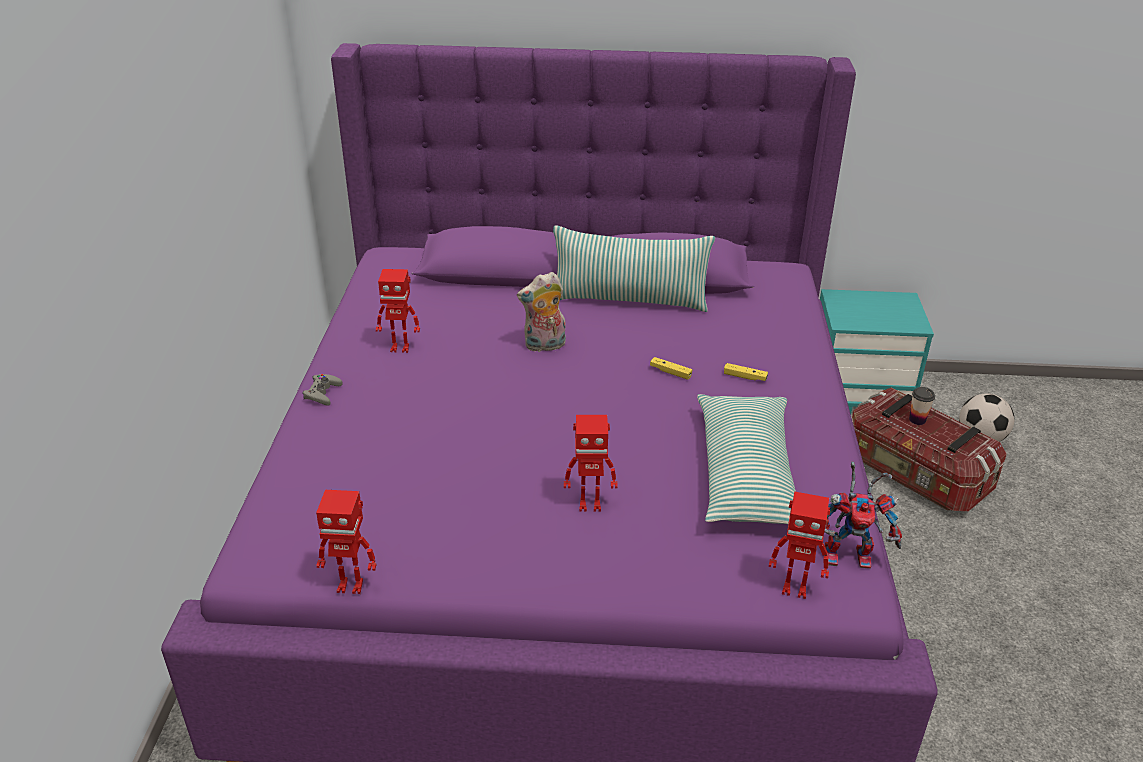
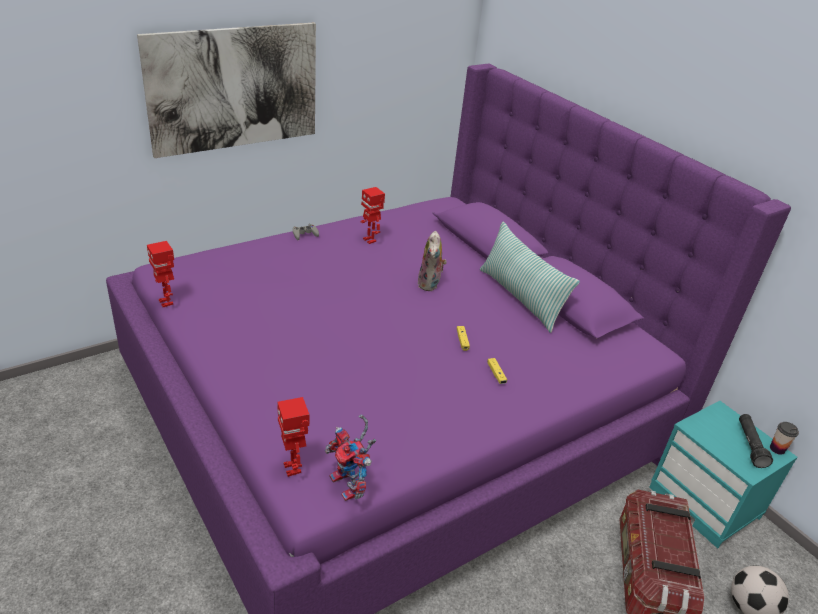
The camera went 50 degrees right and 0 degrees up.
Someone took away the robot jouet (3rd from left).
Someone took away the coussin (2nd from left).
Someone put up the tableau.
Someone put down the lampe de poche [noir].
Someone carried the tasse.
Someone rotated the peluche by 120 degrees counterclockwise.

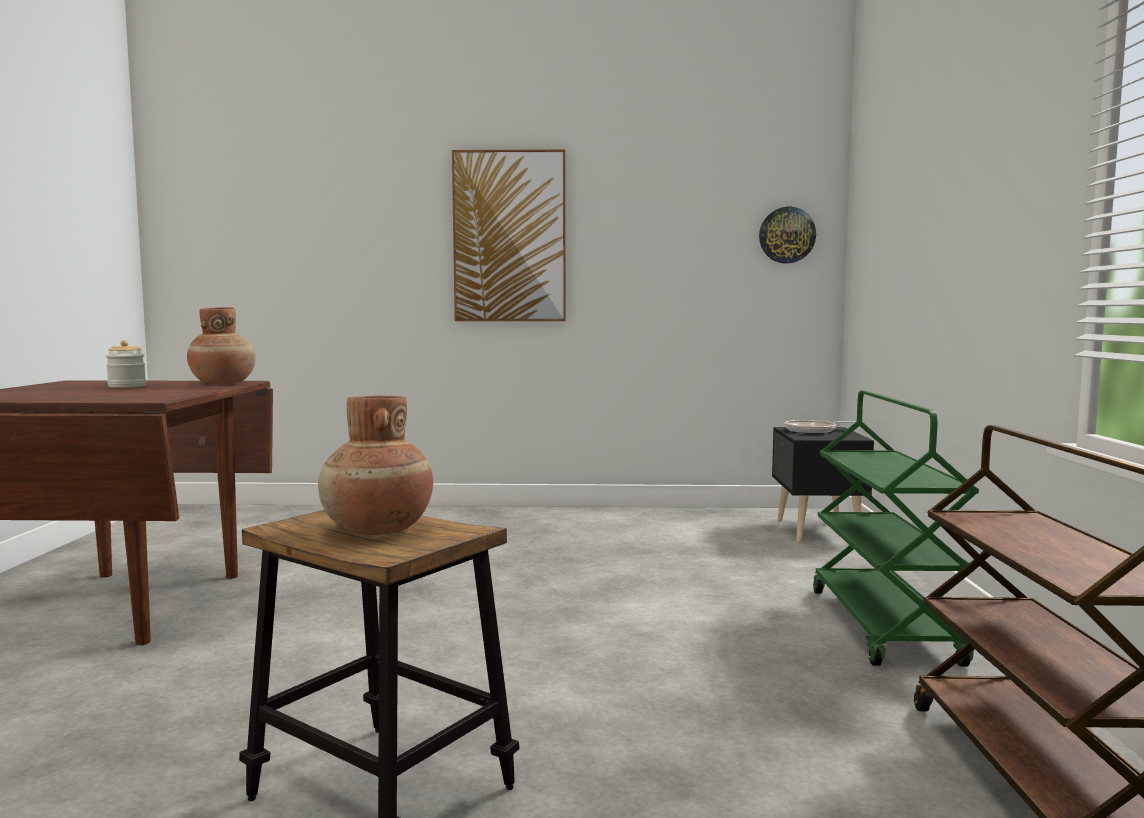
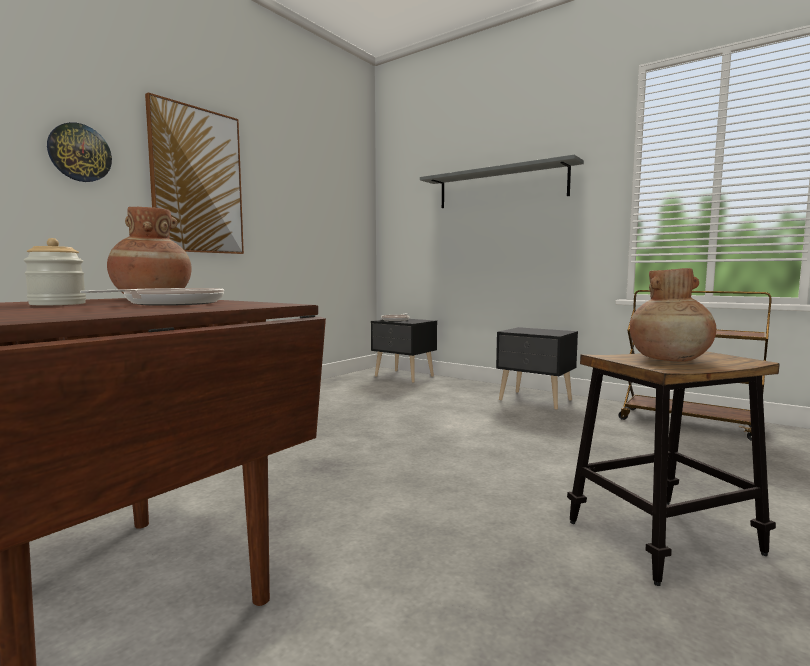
The camera went 55 degrees left and 0 degrees up.
Someone put down the poêle (1st from left).
Someone put up the étagère [gris].
Someone carried the horloge murale.
Someone swapped the chariot [vert] for the table de chevet [noir] (2nd from left).

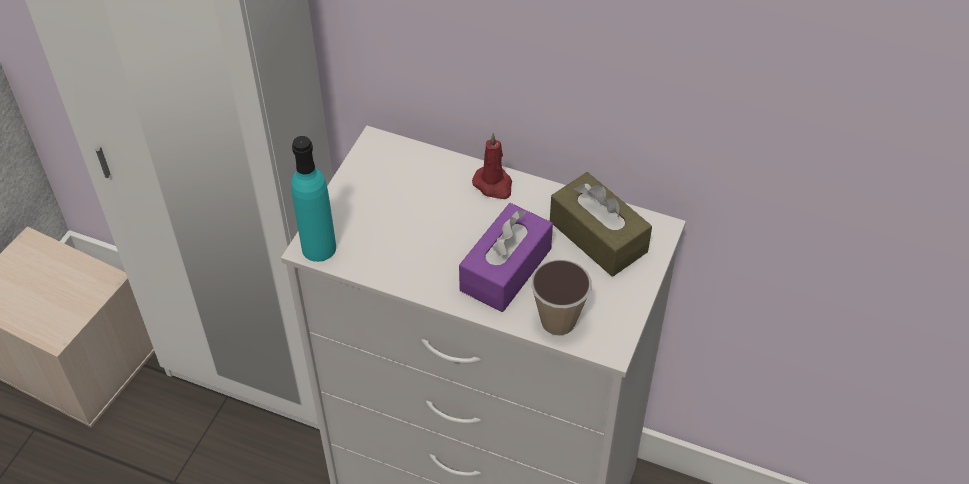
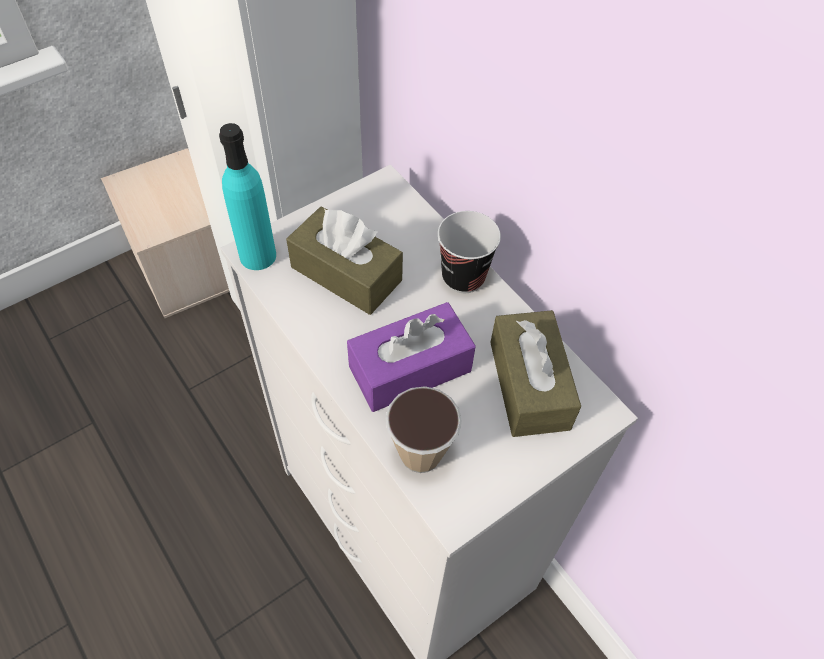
The camera went 30 degrees right and 5 degrees up.
Someone put down the boîte à mouchoirs [marron] (1st from left).
Someone swapped the bougie [rouge] for the tasse (2nd from left).

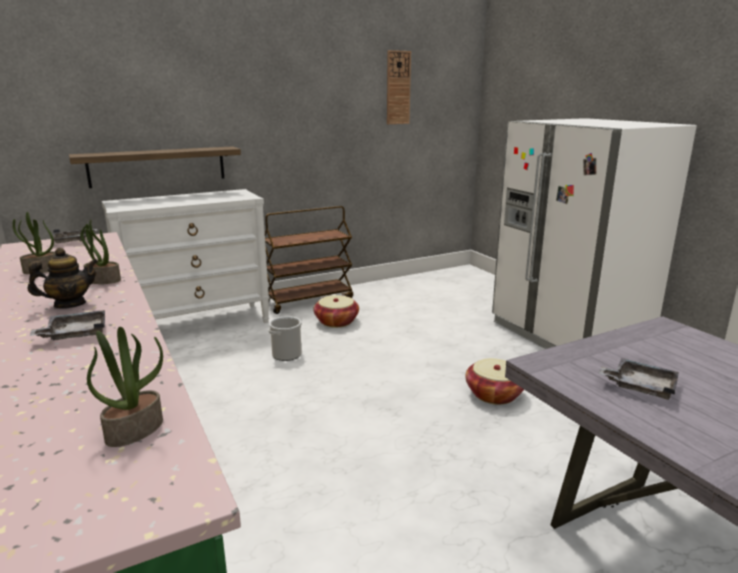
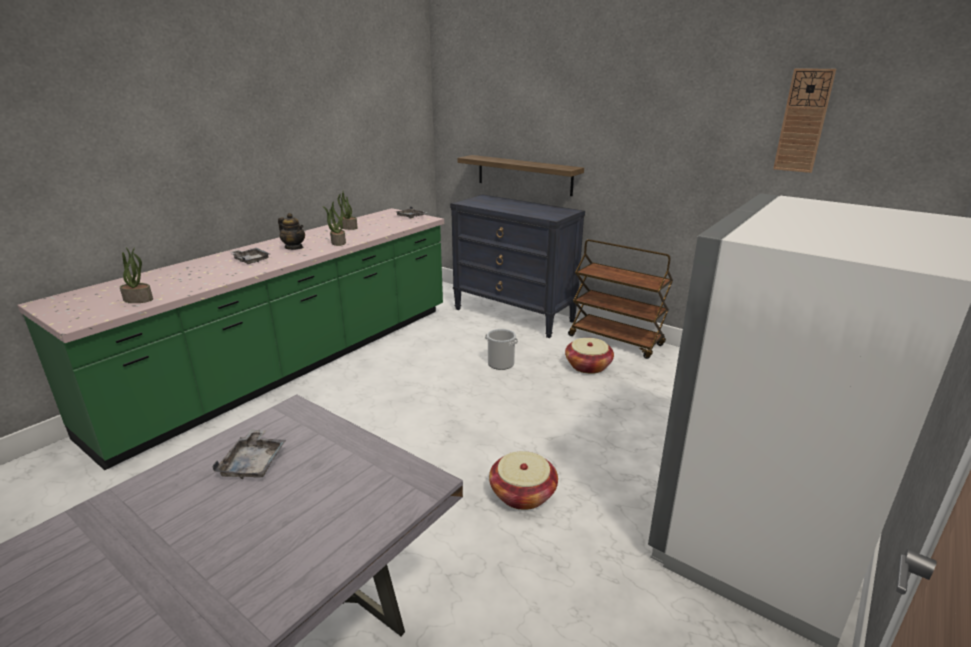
The camera went 65 degrees right and 5 degrees up.
Someone repainted the commode [blanc], which became the commode [noir].

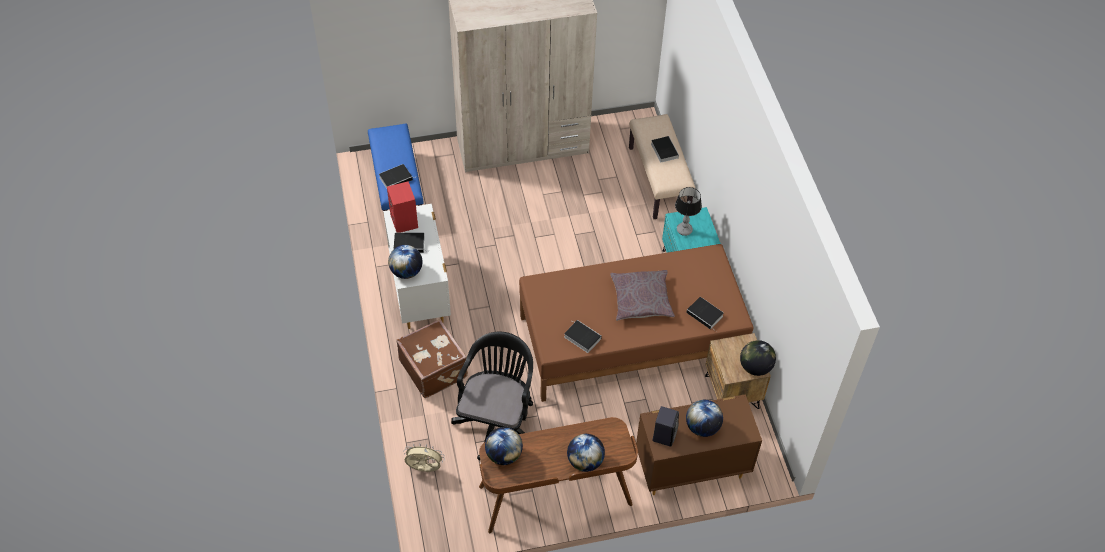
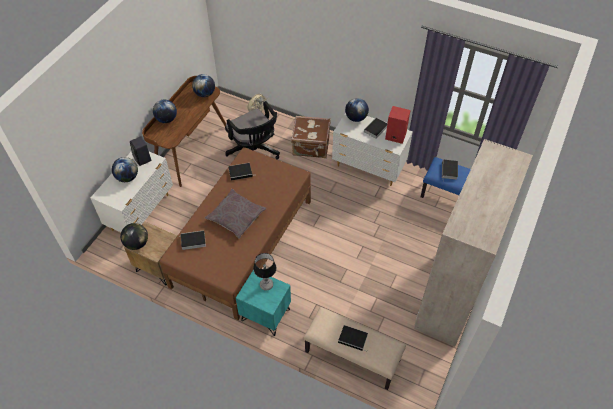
The camera went 130 degrees right and 0 degrees up.
Someone repainted the commode [marron], which became the commode [blanc] (1st from left).

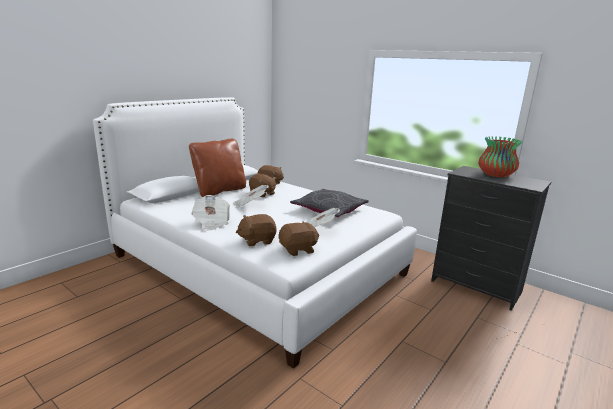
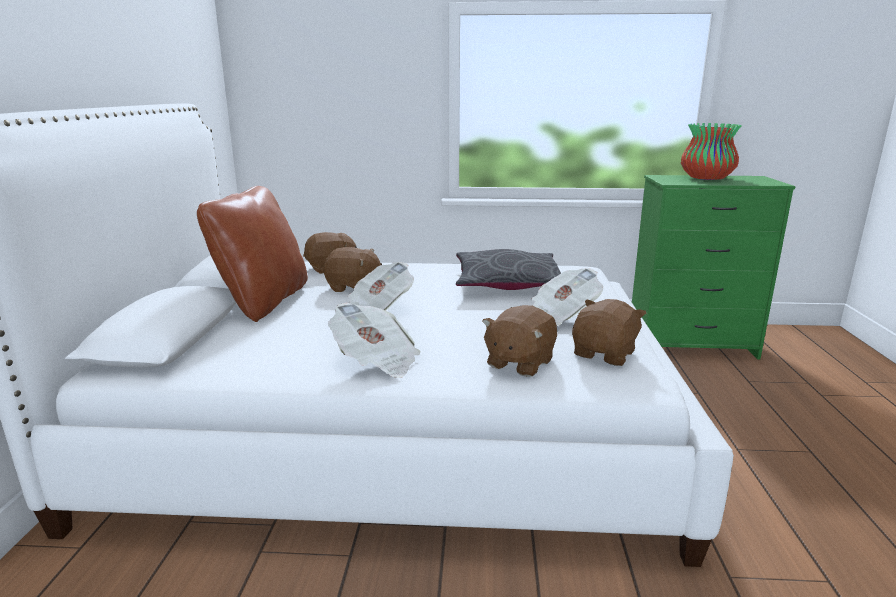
The camera went 35 degrees left and 0 degrees up.
Someone repainted the commode [noir], which became the commode [vert].

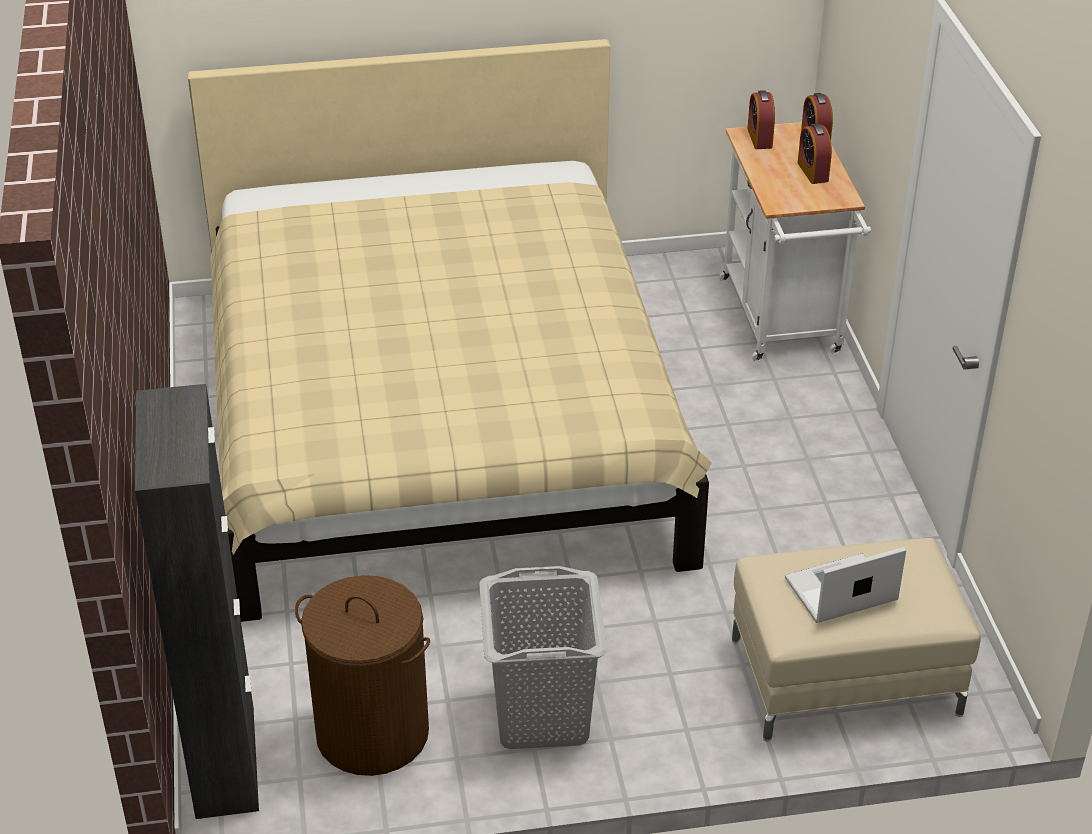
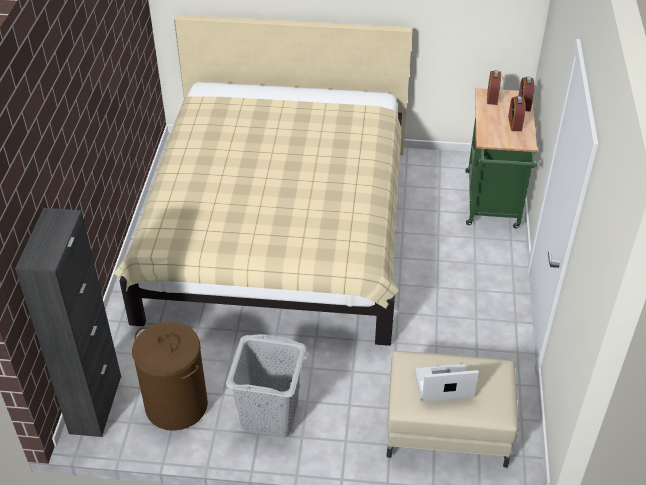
The camera went 15 degrees right and 5 degrees up.
Someone repainted the chariot [blanc], which became the chariot [vert].

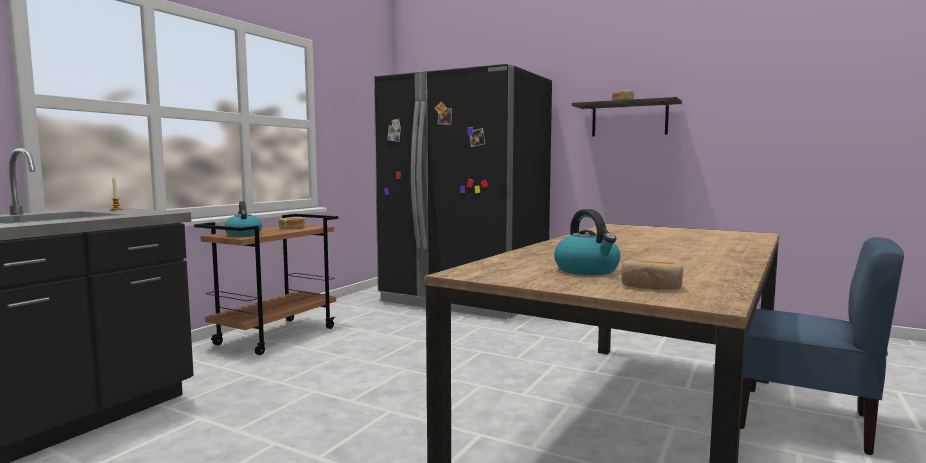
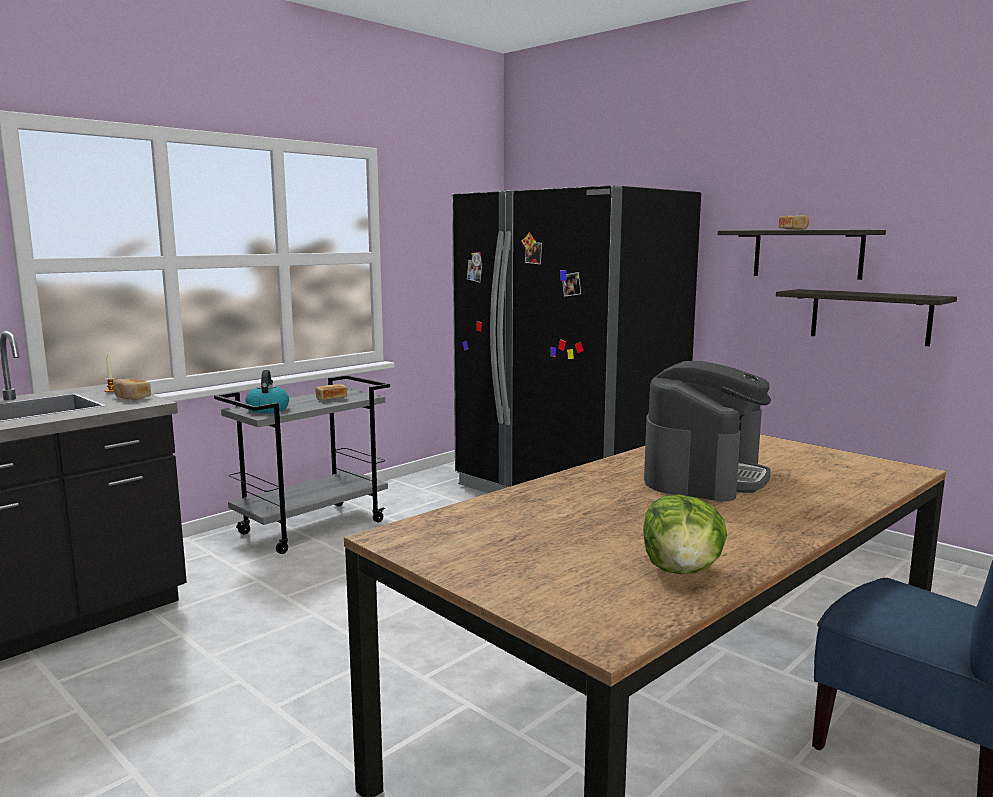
The camera went 15 degrees right and 5 degrees up.
Someone took away the bouilloire (2nd from left).
Someone put down the laitue.
Someone put down the machine à café.
Someone put up the étagère (2nd from left).
Someone carried the pain (3rd from left in the first image).
Someone repainted the chariot [marron], which became the chariot [gris].

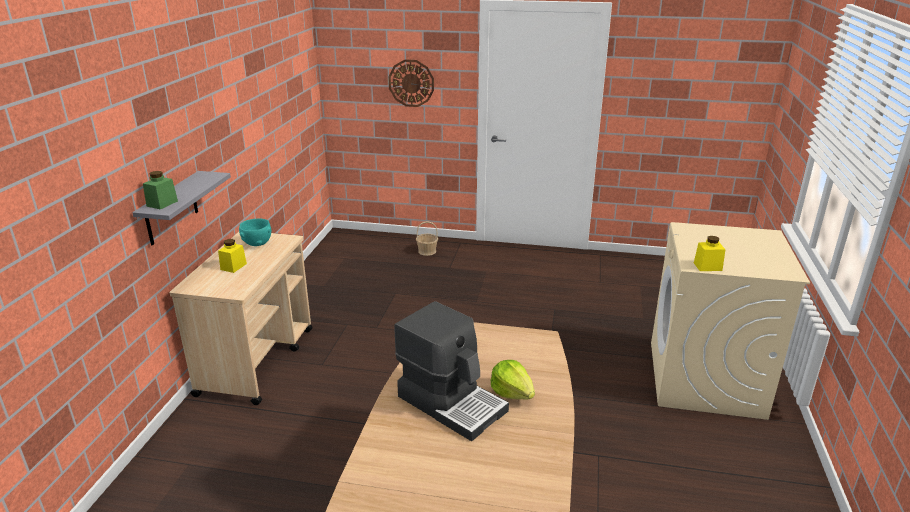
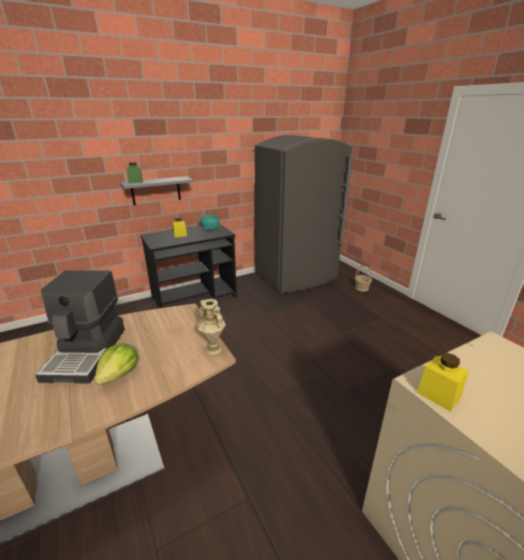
The camera went 50 degrees right and 0 degrees up.
Someone took away the horloge murale.
Someone put down the vase [beige].
Someone put down the réfrigérateur [gris].
Someone repainted the chariot [beige], which became the chariot [noir].

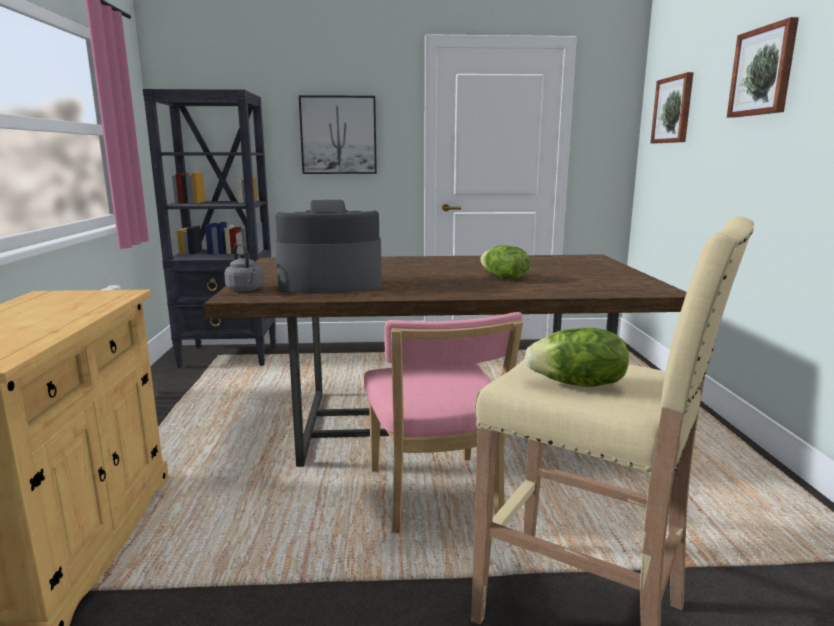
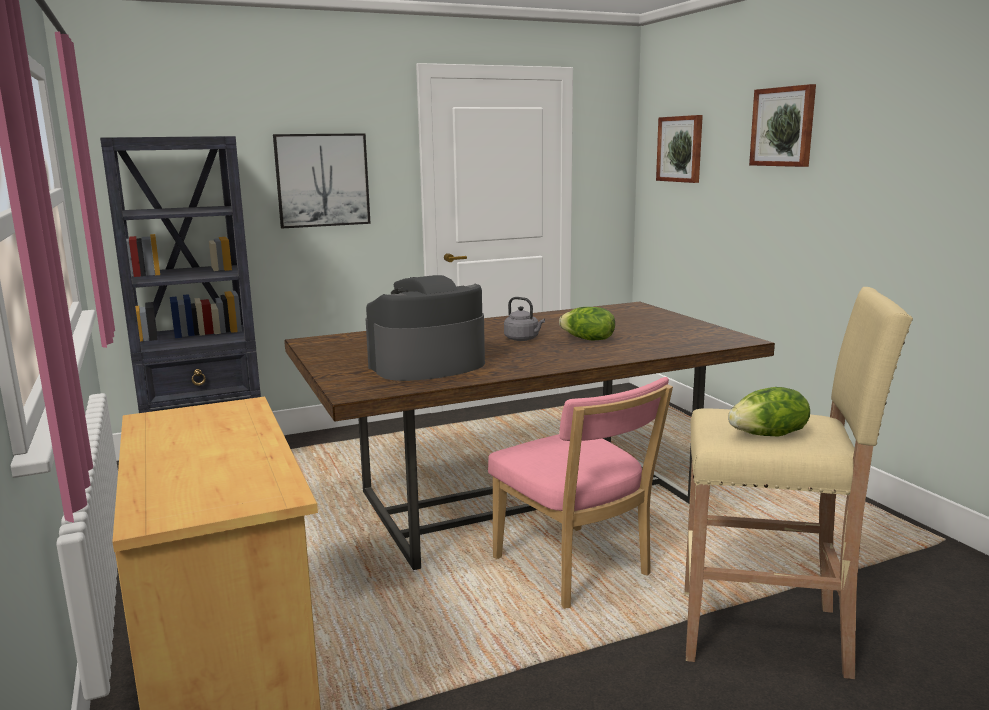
The camera went 20 degrees left and 0 degrees up.
Someone carried the bouilloire [gris].

